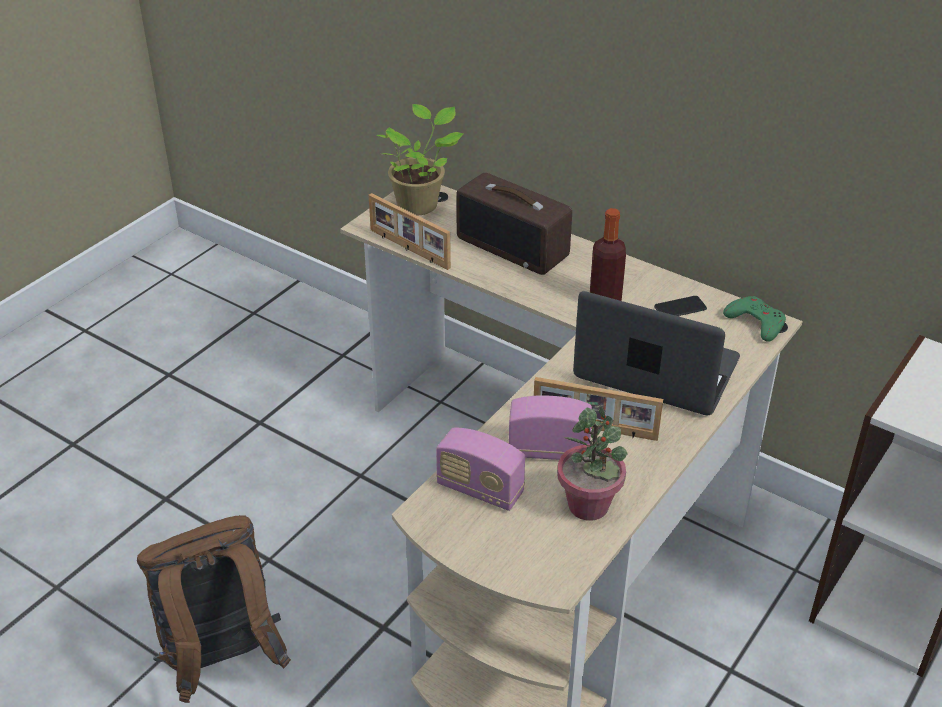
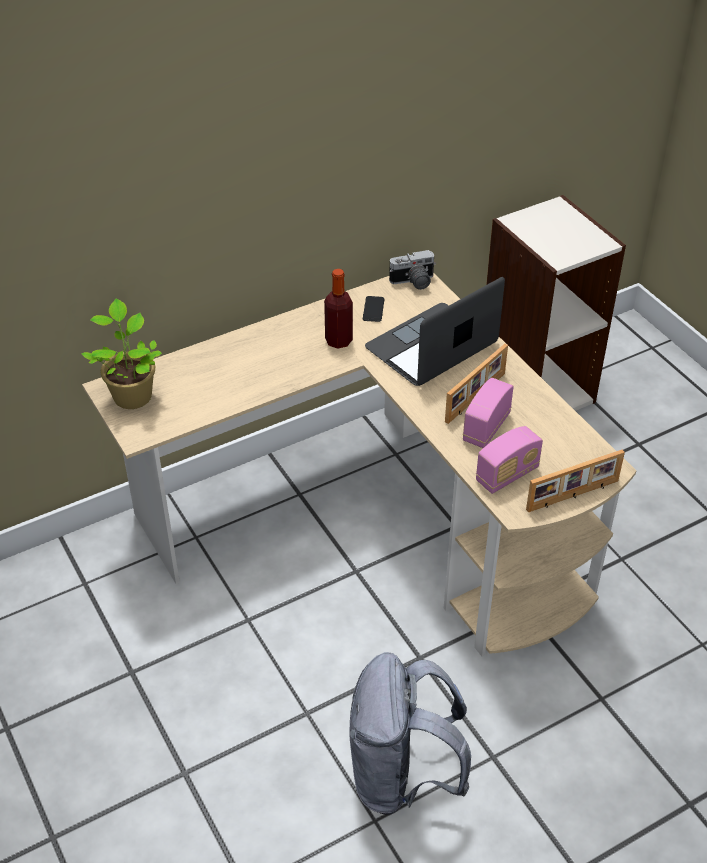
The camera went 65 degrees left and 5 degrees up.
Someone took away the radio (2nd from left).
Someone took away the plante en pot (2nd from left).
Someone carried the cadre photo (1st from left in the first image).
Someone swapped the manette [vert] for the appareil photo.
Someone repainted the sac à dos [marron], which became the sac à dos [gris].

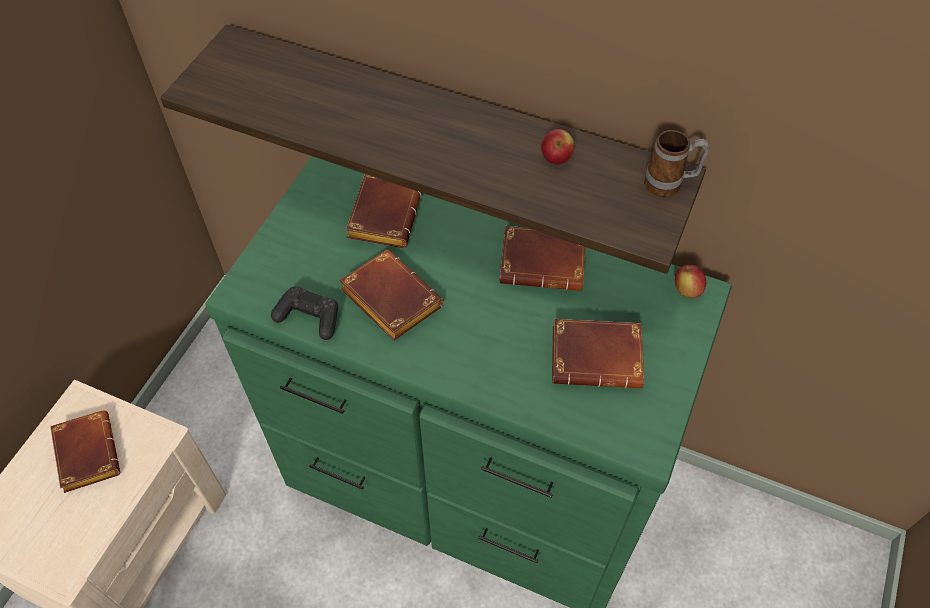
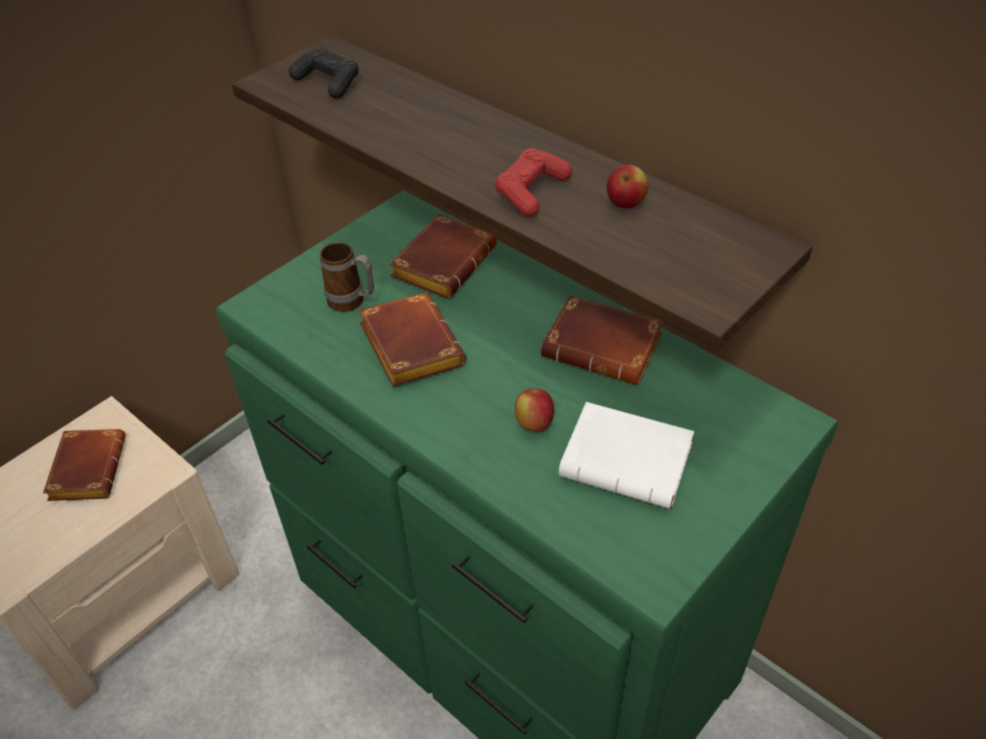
The camera went 20 degrees right and 10 degrees down.
Someone put down the manette [rouge].
Someone carried the manette [noir].
Someone carried the mug.
Someone carried the pomme (2nd from left in the first image).
Someone repainted the livre [marron] (5th from left), which became the livre [blanc].

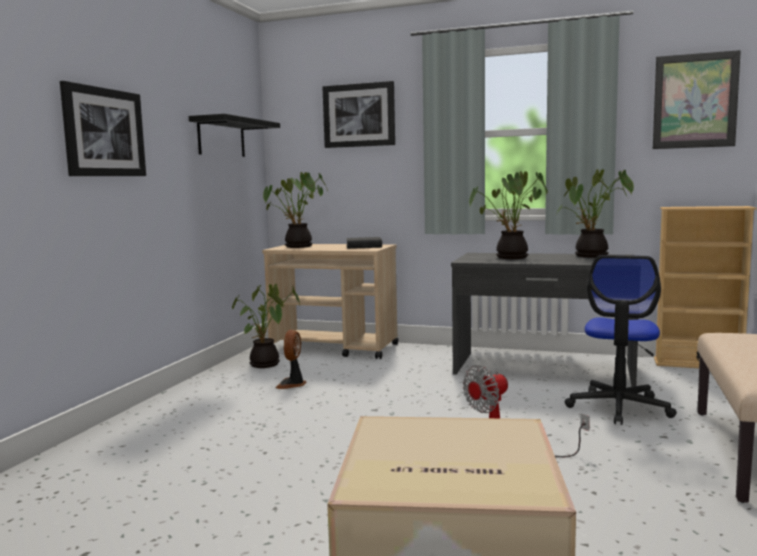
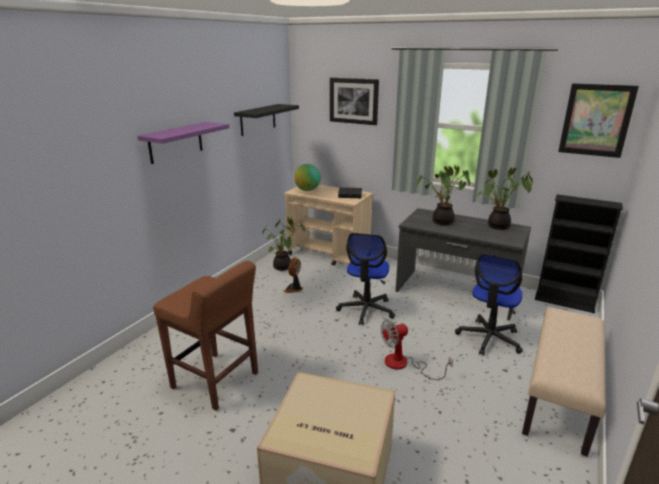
The camera went 10 degrees right and 15 degrees up.
Someone put down the tabouret [marron].
Someone put down the chaise de bureau (1st from left).
Someone swapped the tableau (1st from left) for the étagère [violet].
Someone swapped the plante en pot (2nd from left) for the globe.
Someone repainted the bibliothèque [beige], which became the bibliothèque [noir].

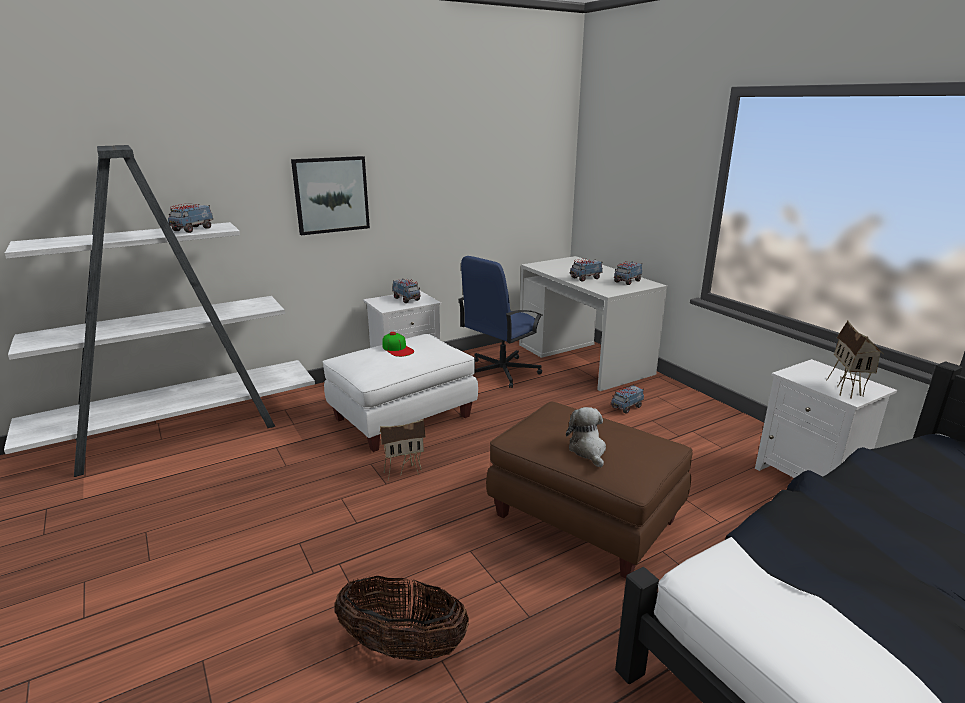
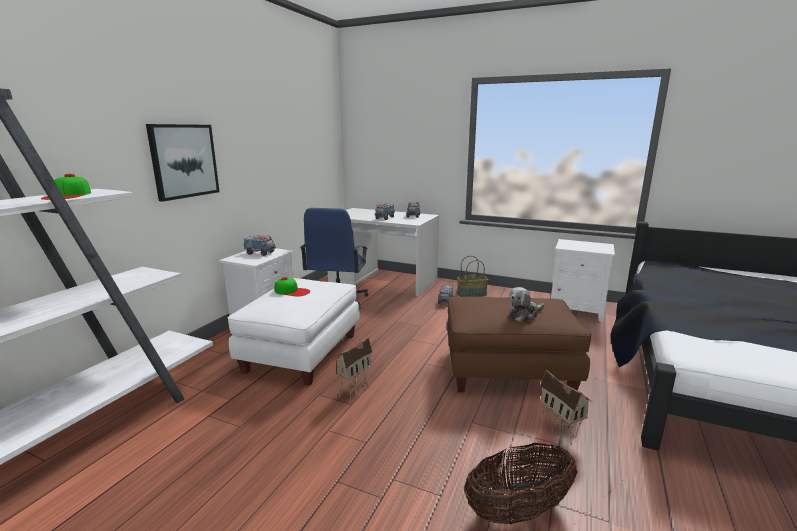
The camera went 35 degrees left and 5 degrees down.
Someone put down the panier (1st from left).
Someone carried the maison miniature (2nd from left).
Someone swapped the camion jouet (1st from left) for the casquette (1st from left).
Someone rotated the peluche by 75 degrees counterclockwise.

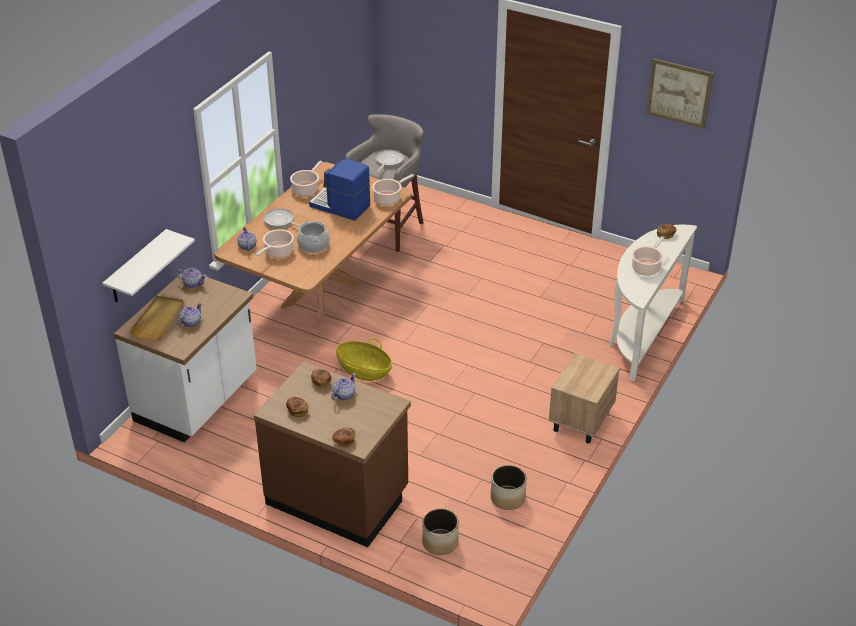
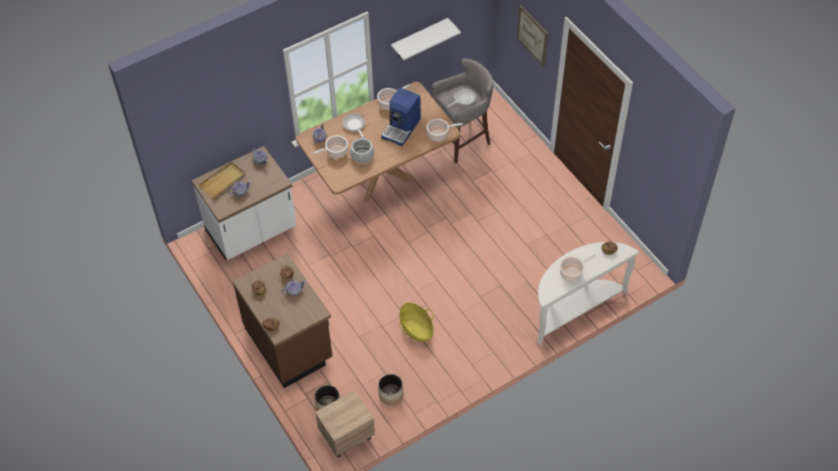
The camera went 30 degrees right and 15 degrees up.
Someone carried the étagère [blanc].
Someone carried the panier.
Someone carried the table de chevet [beige].
Someone carried the tableau.
Someone rotated the machine à café by 120 degrees counterclockwise.

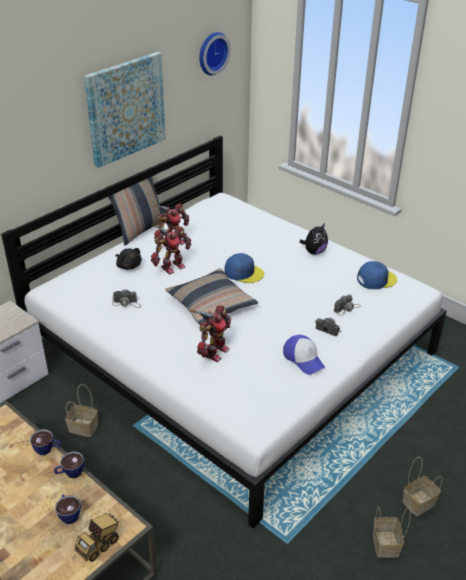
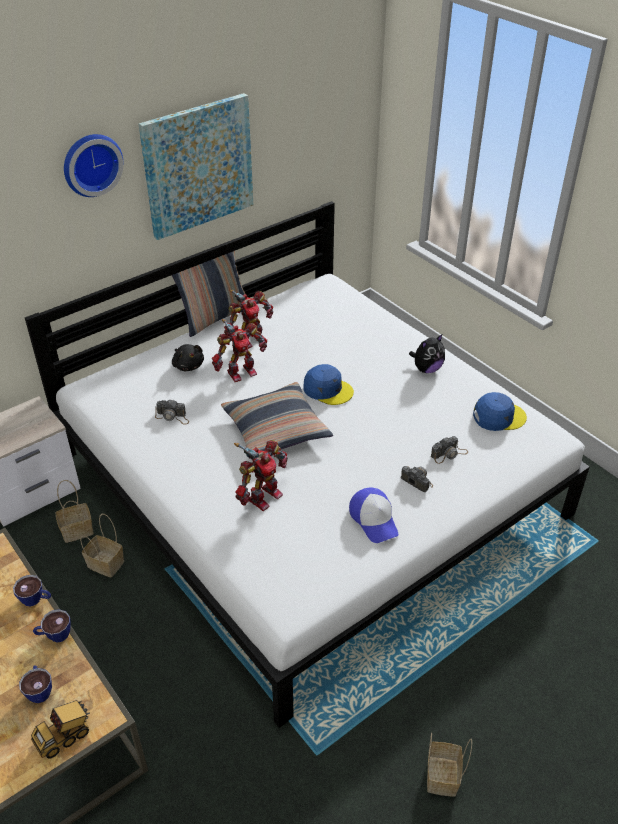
The camera went 10 degrees right and 5 degrees up.
Someone carried the horloge murale.
Someone carried the panier (3rd from left in the first image).

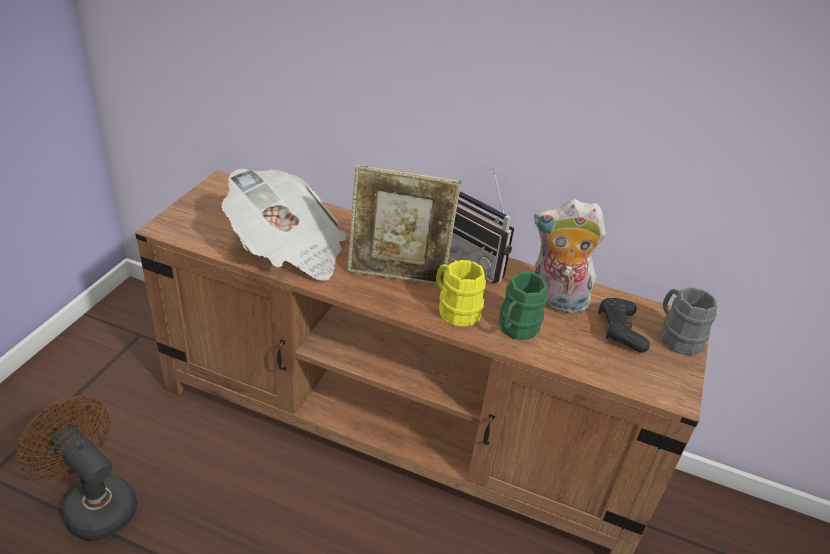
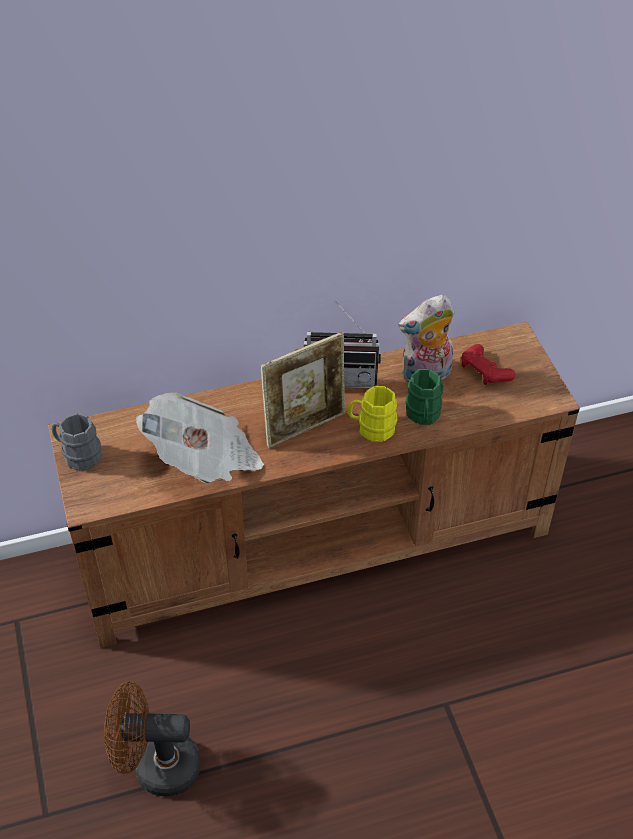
The camera went 35 degrees left and 10 degrees up.
Someone carried the mug [gris].
Someone repainted the manette [noir], which became the manette [rouge].

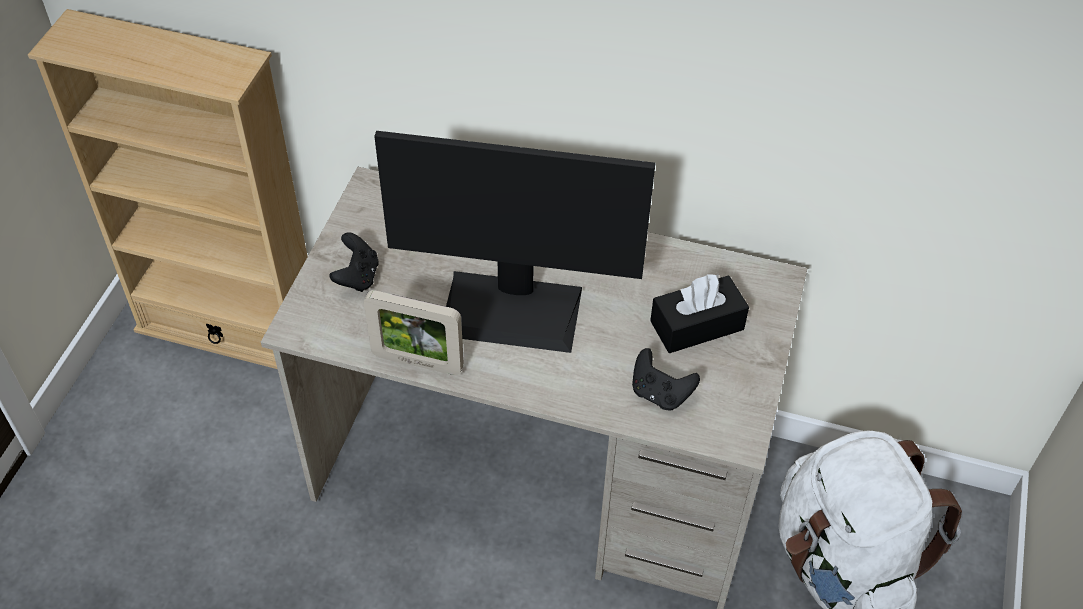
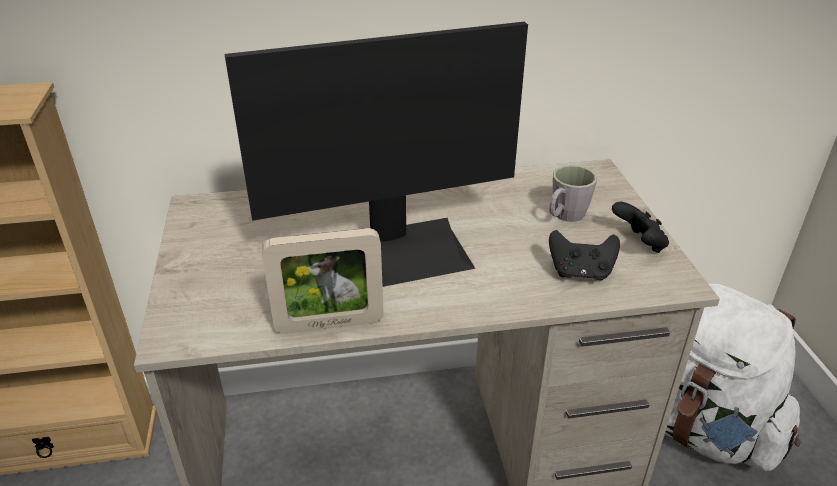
The camera went 25 degrees left and 15 degrees down.
Someone carried the manette [noir] (1st from left in the first image).
Someone swapped the boîte à mouchoirs [noir] for the mug [gris].

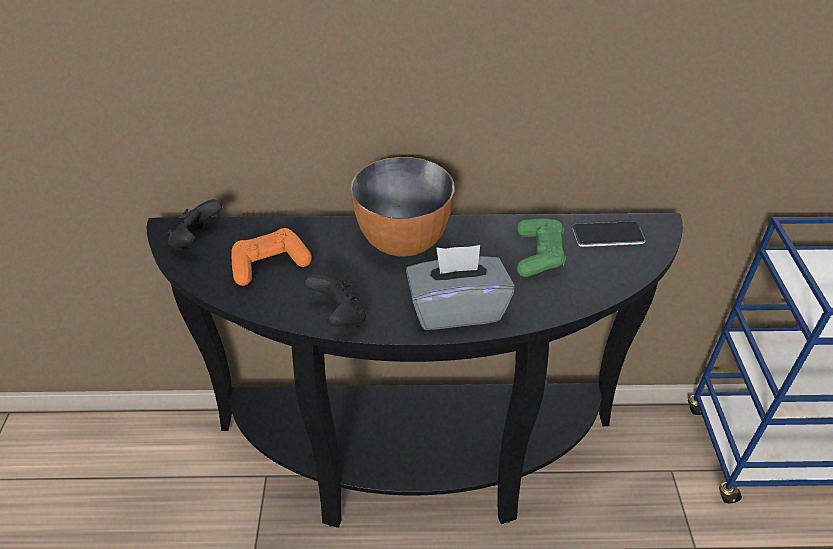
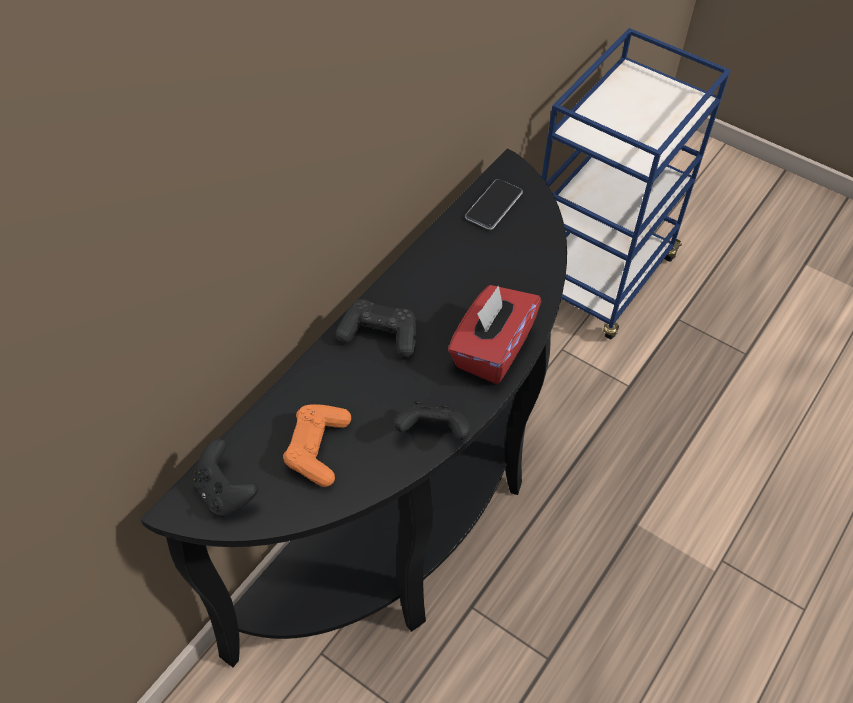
The camera went 55 degrees left and 10 degrees up.
Someone took away the manette [vert].
Someone swapped the bol for the manette [noir] (2nd from left).
Someone repainted the boîte à mouchoirs [gris], which became the boîte à mouchoirs [rouge].

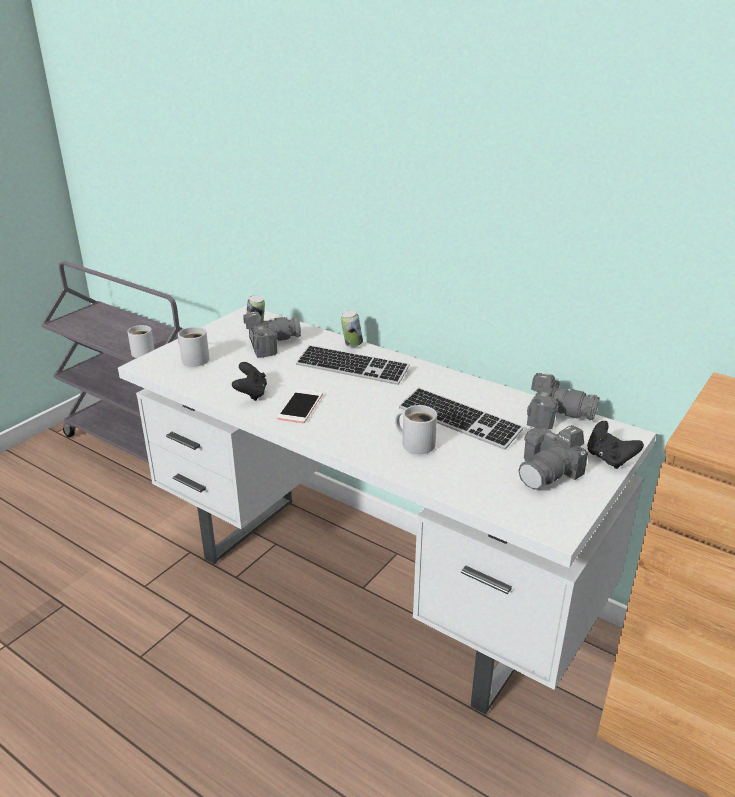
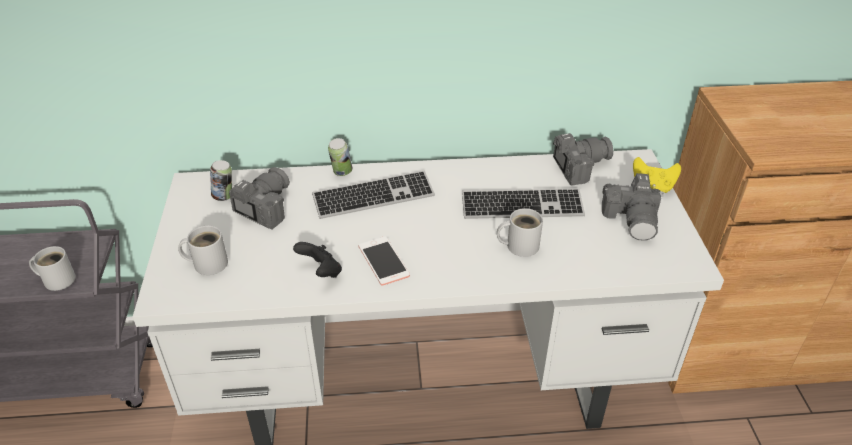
The camera went 40 degrees left and 10 degrees up.
Someone repainted the manette [noir] (2nd from left), which became the manette [jaune].

